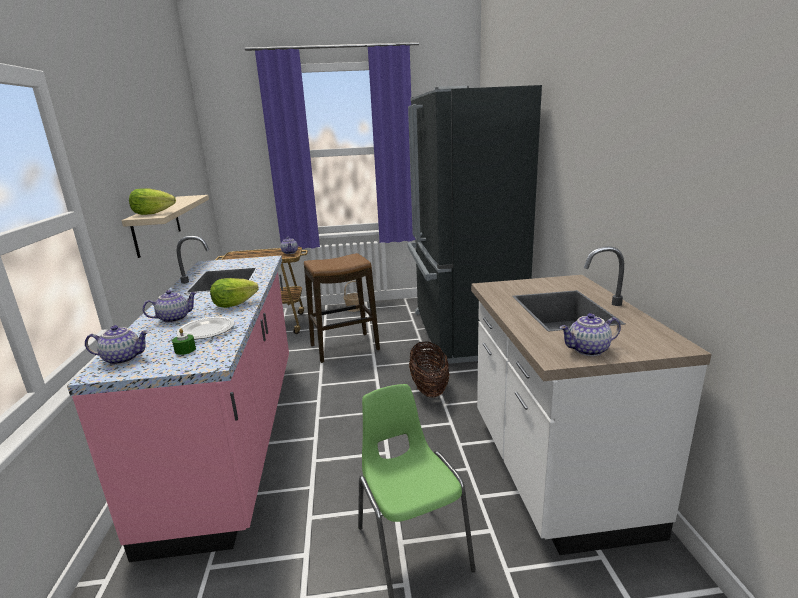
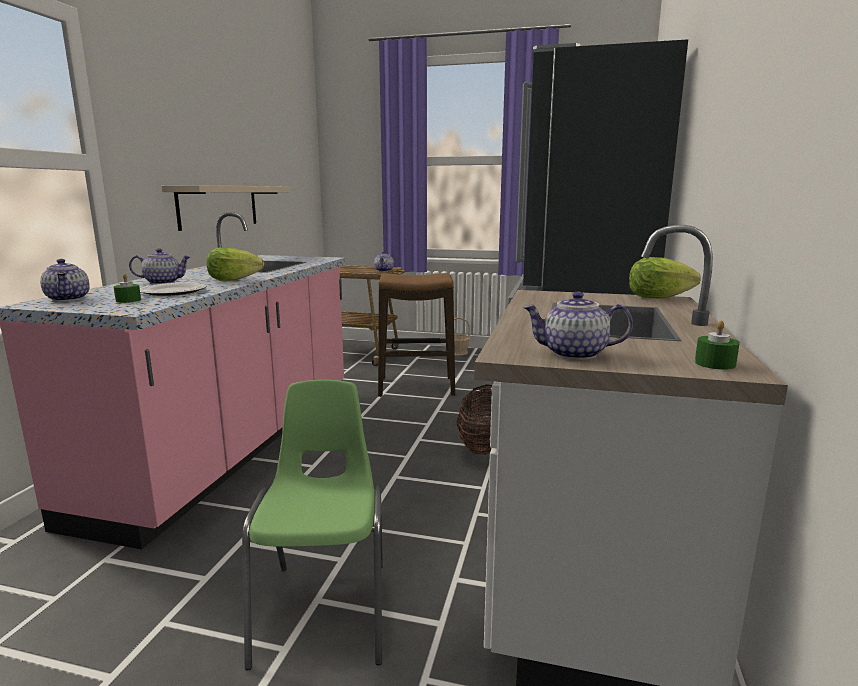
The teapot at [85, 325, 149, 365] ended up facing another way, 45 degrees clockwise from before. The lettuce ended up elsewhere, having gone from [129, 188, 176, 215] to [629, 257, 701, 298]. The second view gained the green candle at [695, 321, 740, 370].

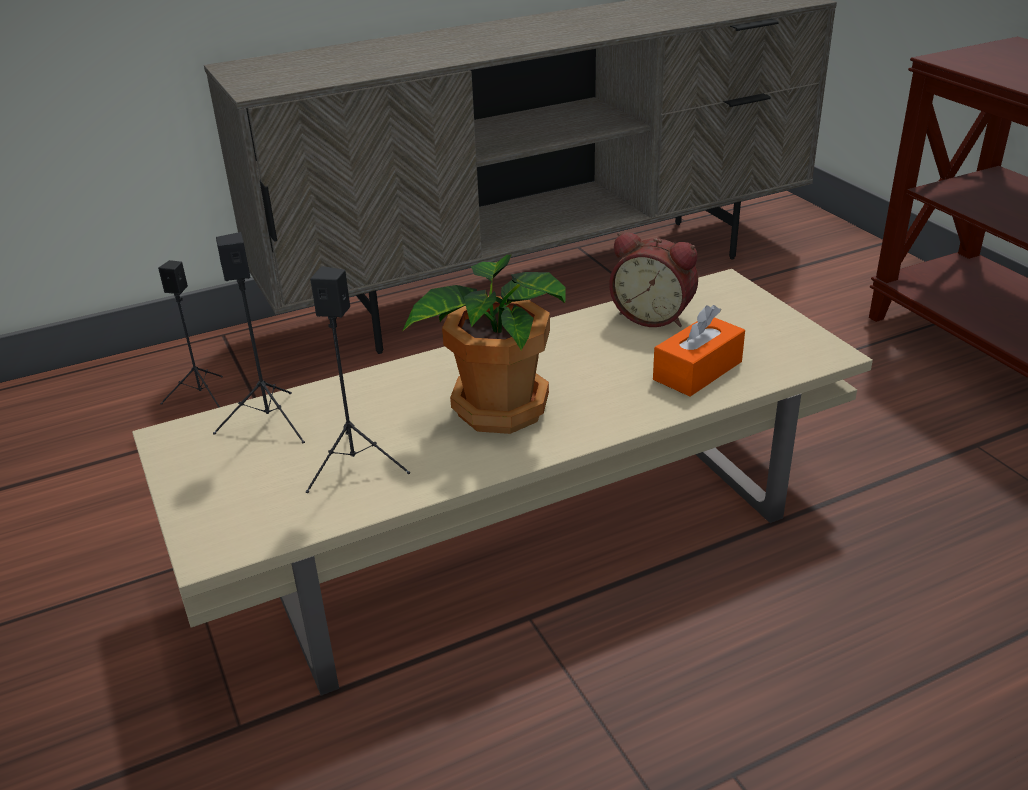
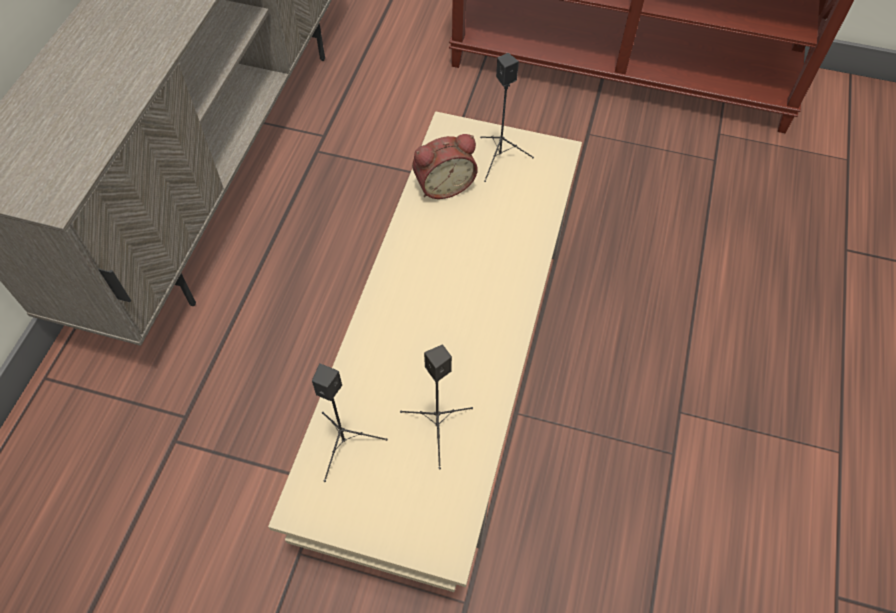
The black speaker ended up elsewhere, having gone from [158, 260, 223, 408] to [480, 53, 534, 182]. The second view lost the potted plant at [403, 254, 566, 434]. The second view lost the orange tissue box at [653, 305, 745, 396].

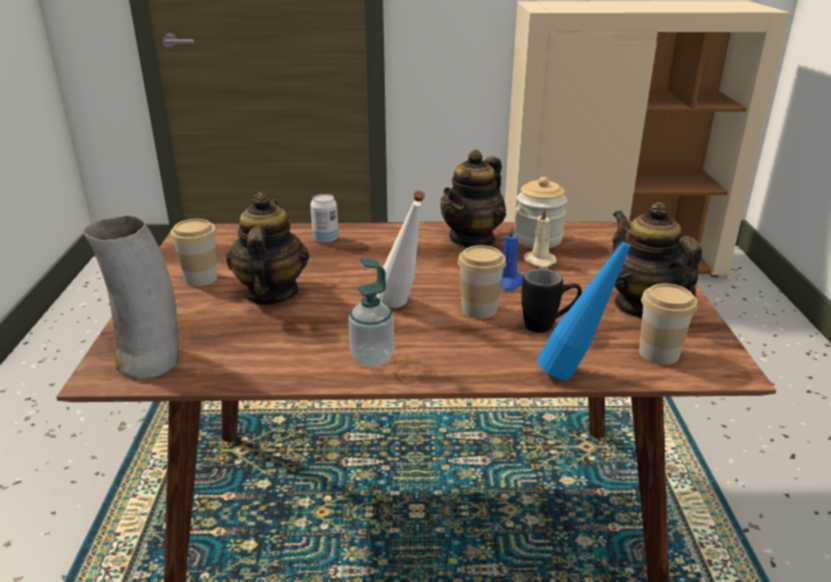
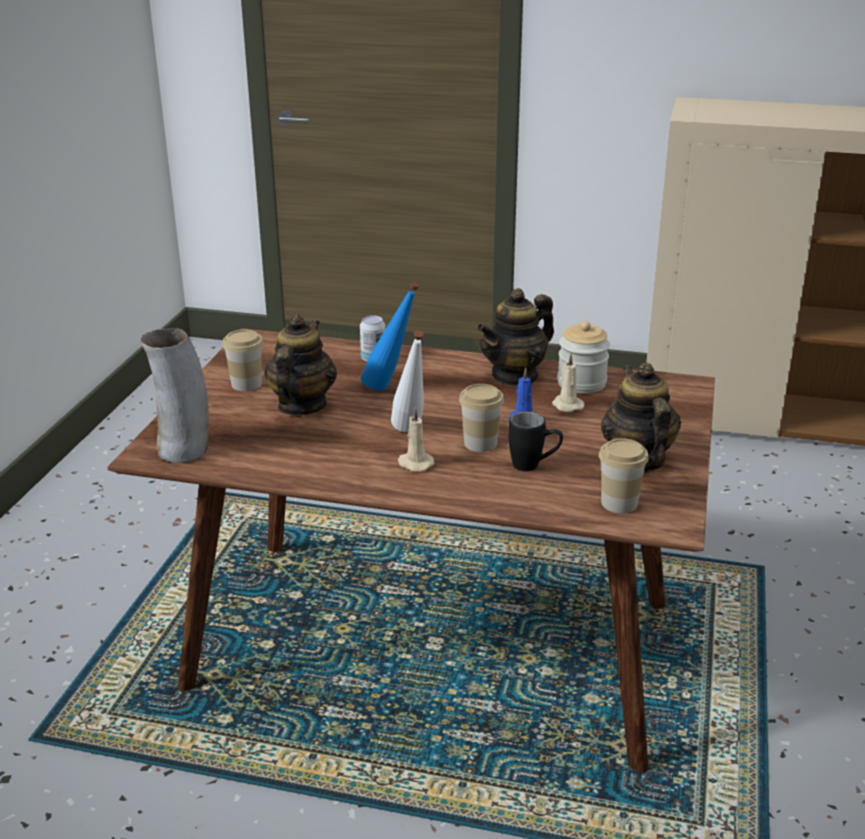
The second view lost the soap dispenser at [349, 258, 394, 367]. The blue bottle ended up elsewhere, having gone from [537, 230, 639, 380] to [361, 282, 419, 391]. The second view gained the beige candle at [398, 407, 434, 472].

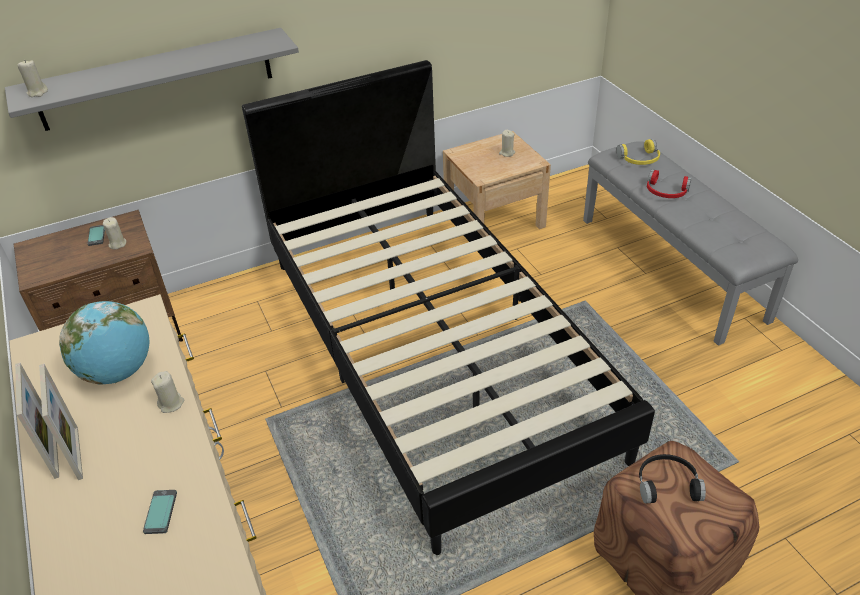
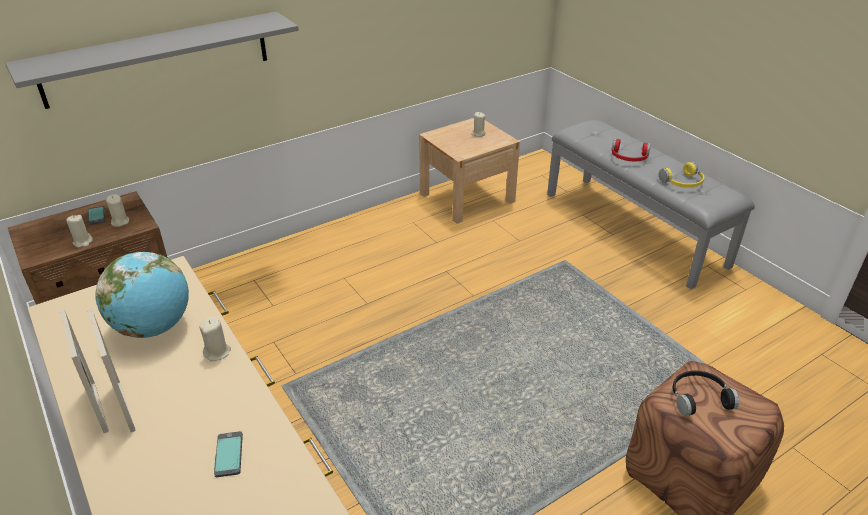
The beige candle ended up elsewhere, having gone from [17, 61, 48, 97] to [66, 215, 93, 248]. The second view lost the black bed at [242, 60, 655, 555]. The yellow headphones ended up elsewhere, having gone from [616, 139, 660, 165] to [659, 162, 704, 188].

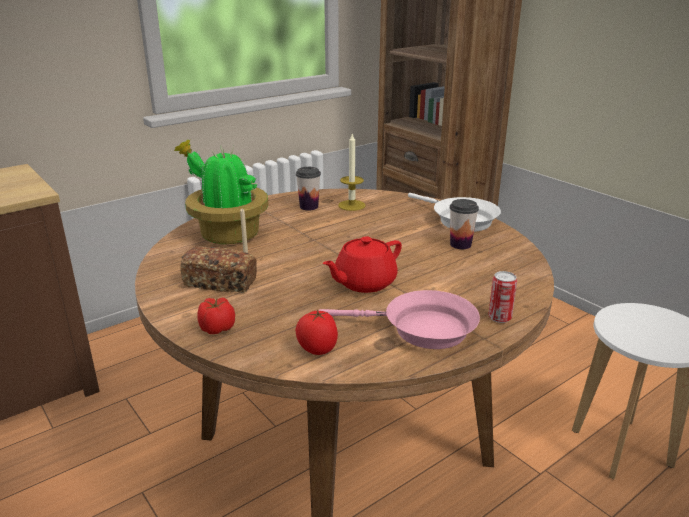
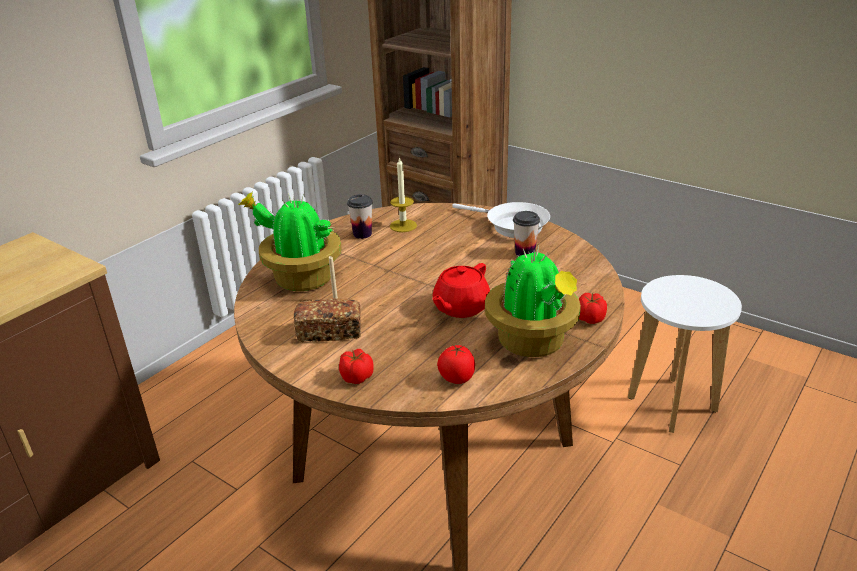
Where the pink frying pan stood at [319, 290, 480, 349], the potted plant came to stand at [485, 245, 581, 357]. Where the can stood at [488, 271, 517, 323], the tomato came to stand at [579, 293, 607, 324].

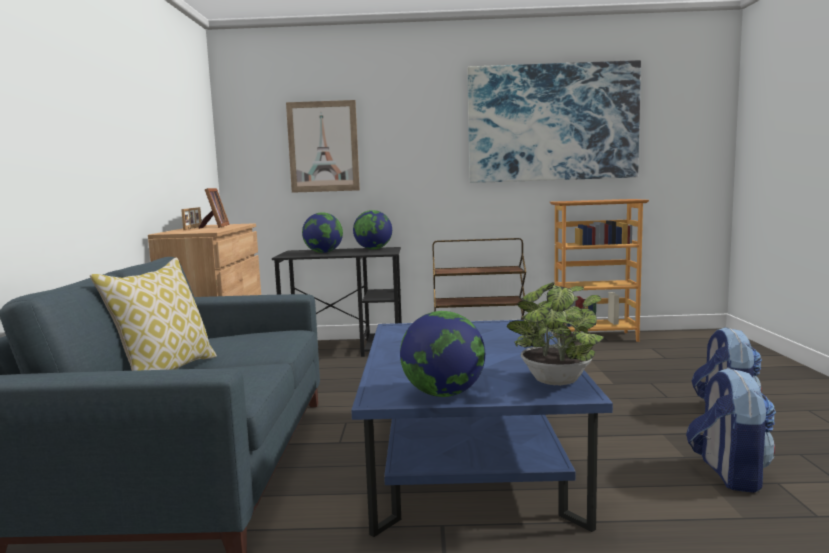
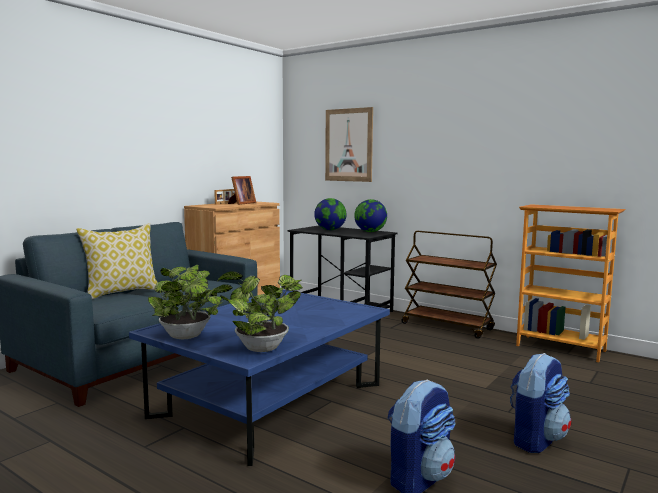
Where the globe stood at [400, 311, 485, 397], the potted plant came to stand at [148, 265, 224, 339]. The second view lost the picture at [467, 60, 641, 183].

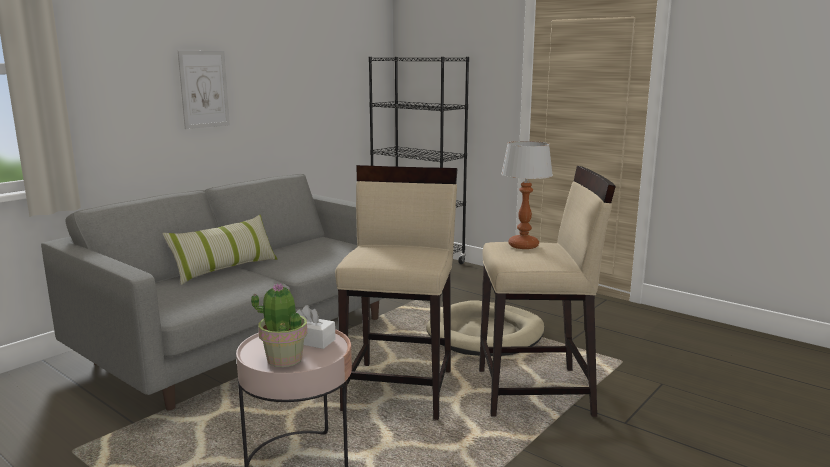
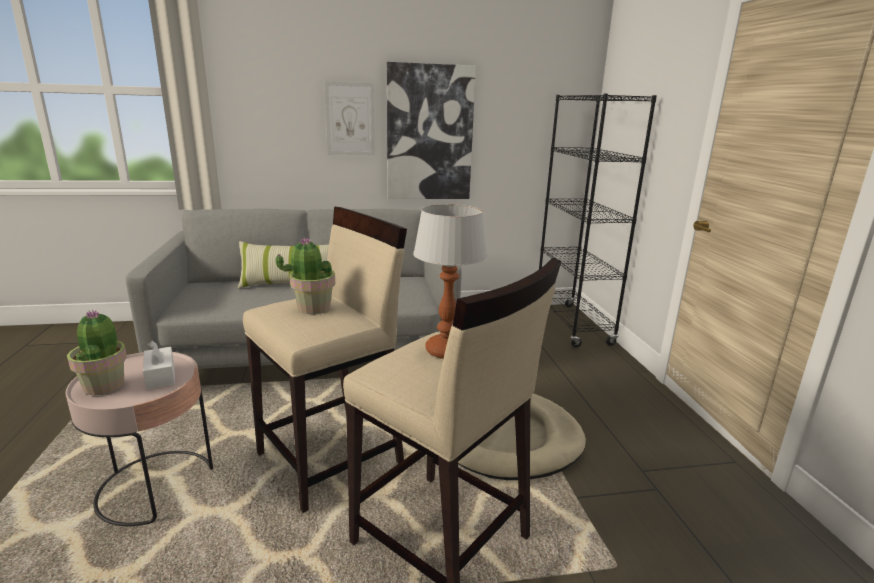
The second view gained the potted plant at [276, 238, 335, 314]. The second view gained the picture at [387, 62, 476, 199].

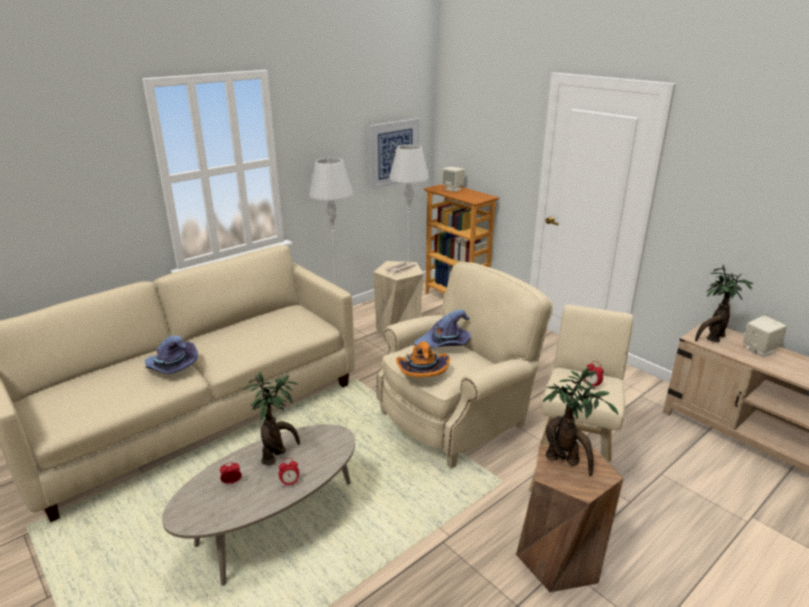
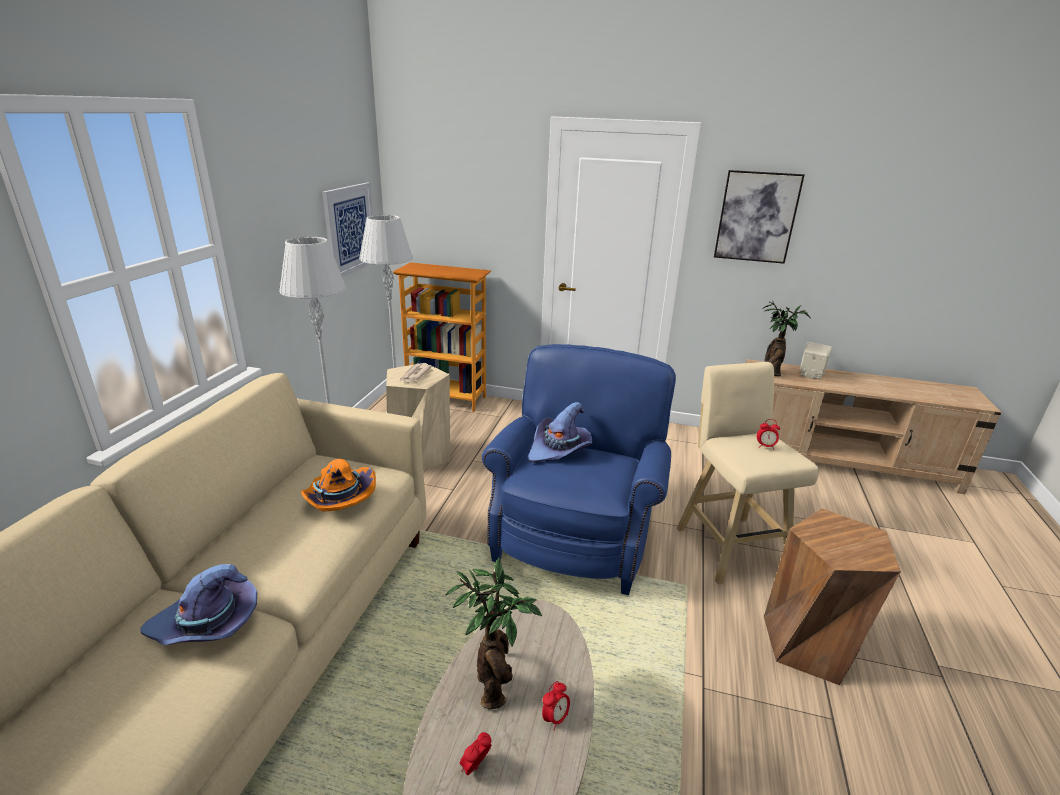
What was the beige armchair at [377, 262, 553, 469] turned into the blue armchair at [482, 344, 676, 595]. The orange hat ended up elsewhere, having gone from [396, 341, 450, 377] to [301, 459, 376, 511]. The second view lost the beige speaker at [441, 167, 465, 192]. The second view lost the potted plant at [543, 368, 618, 476]. The second view gained the picture at [714, 170, 805, 264].

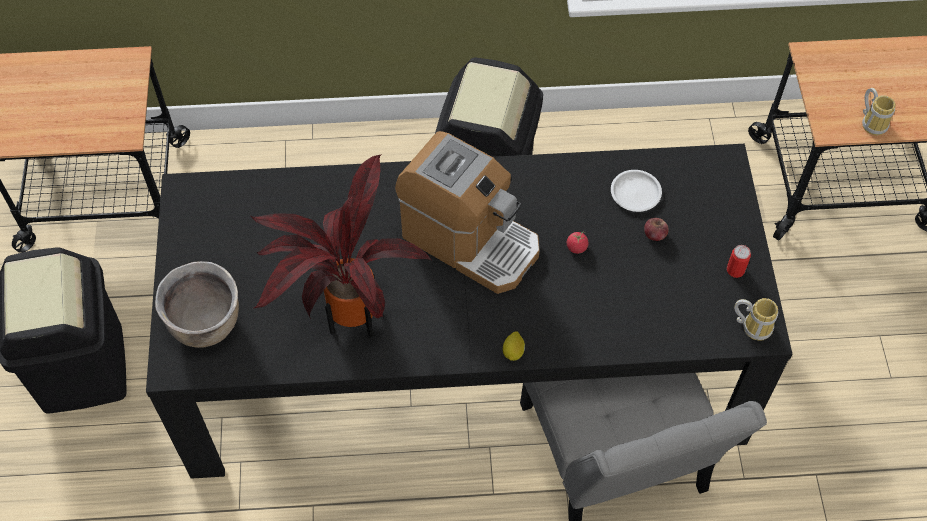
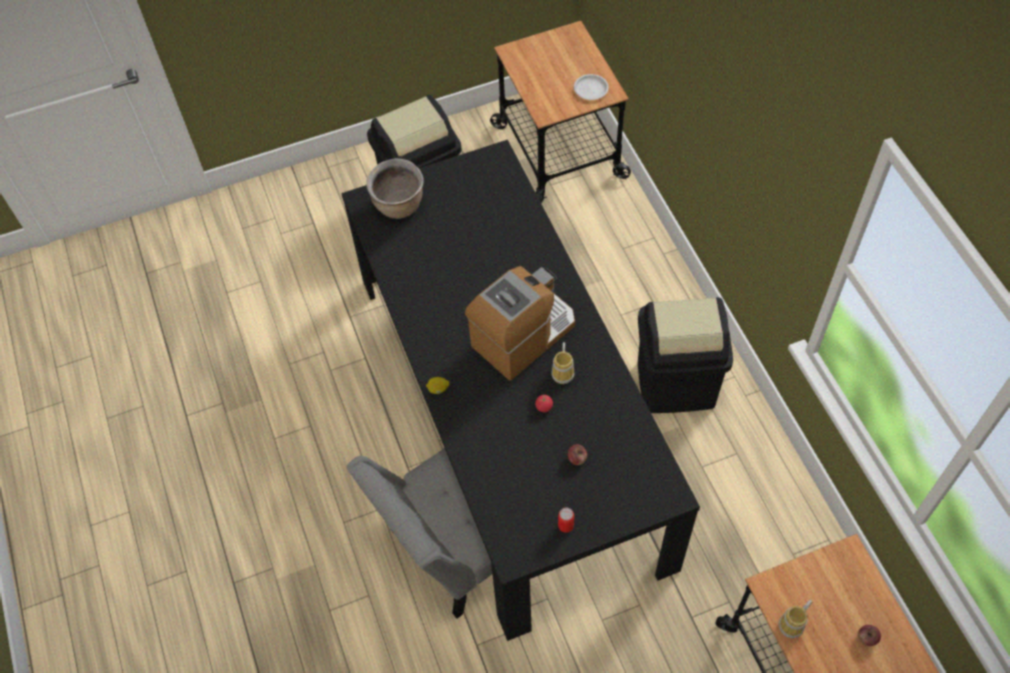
The second view lost the potted plant at [251, 154, 432, 338]. The coffee machine at [395, 131, 540, 294] ended up facing another way, 150 degrees counterclockwise from before. The white plate ended up elsewhere, having gone from [611, 170, 662, 212] to [574, 74, 609, 100]. The mug ended up elsewhere, having gone from [734, 298, 778, 341] to [551, 342, 574, 384]. The second view gained the apple at [858, 625, 881, 646].

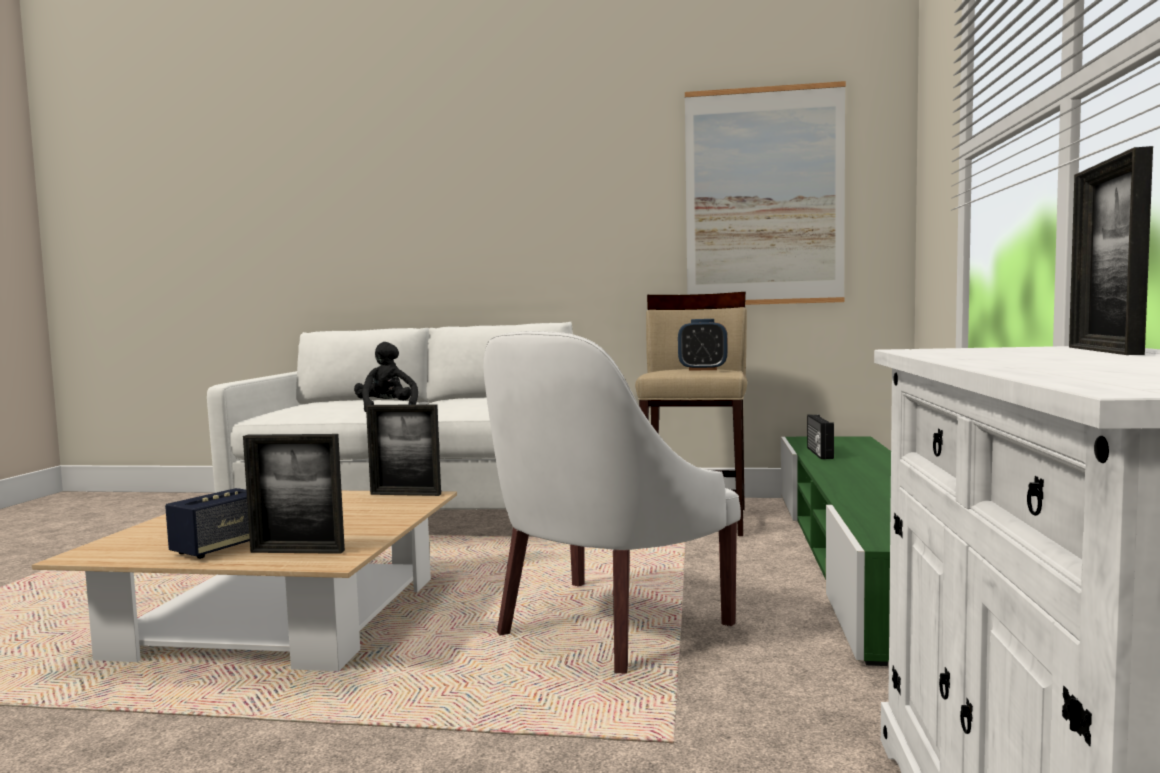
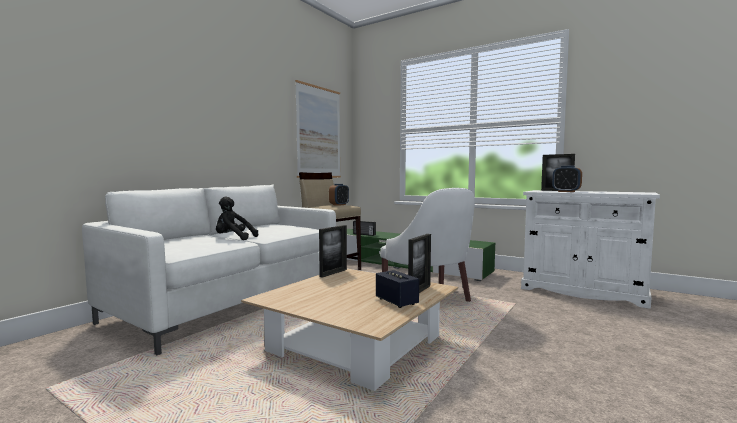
The second view gained the alarm clock at [552, 166, 582, 192].

